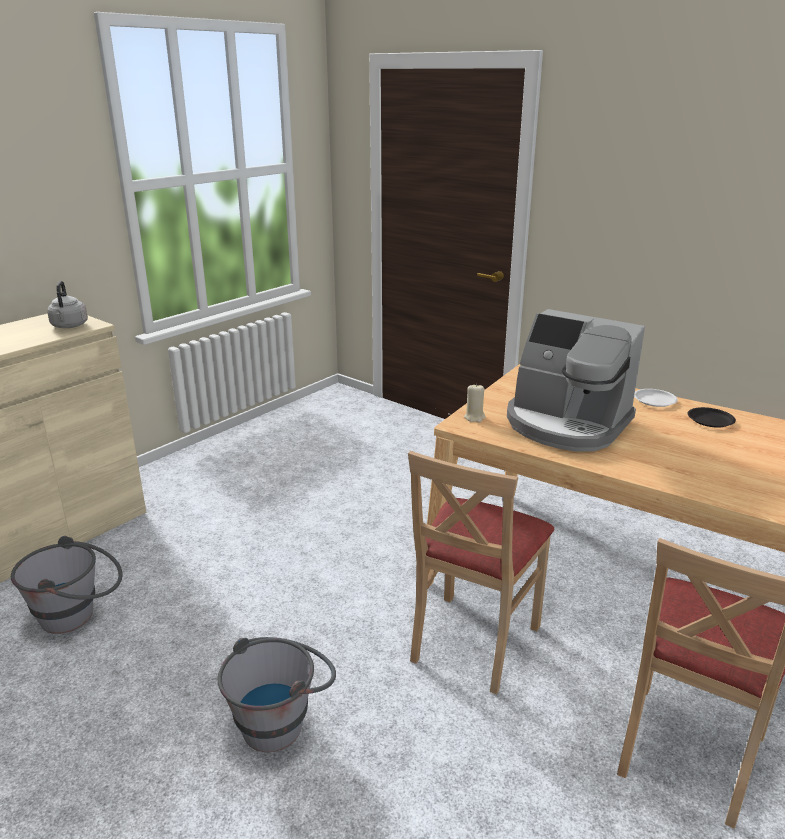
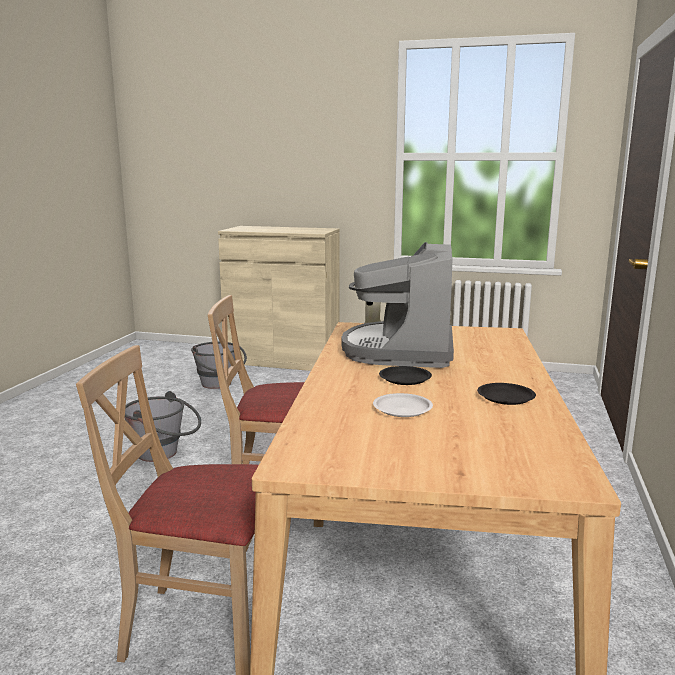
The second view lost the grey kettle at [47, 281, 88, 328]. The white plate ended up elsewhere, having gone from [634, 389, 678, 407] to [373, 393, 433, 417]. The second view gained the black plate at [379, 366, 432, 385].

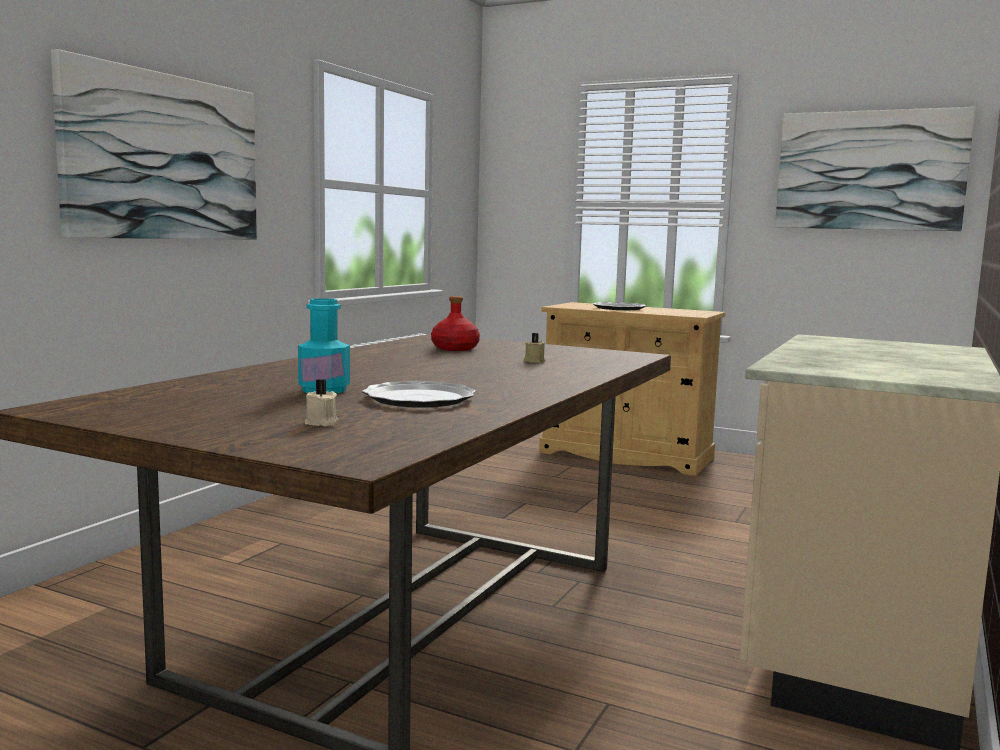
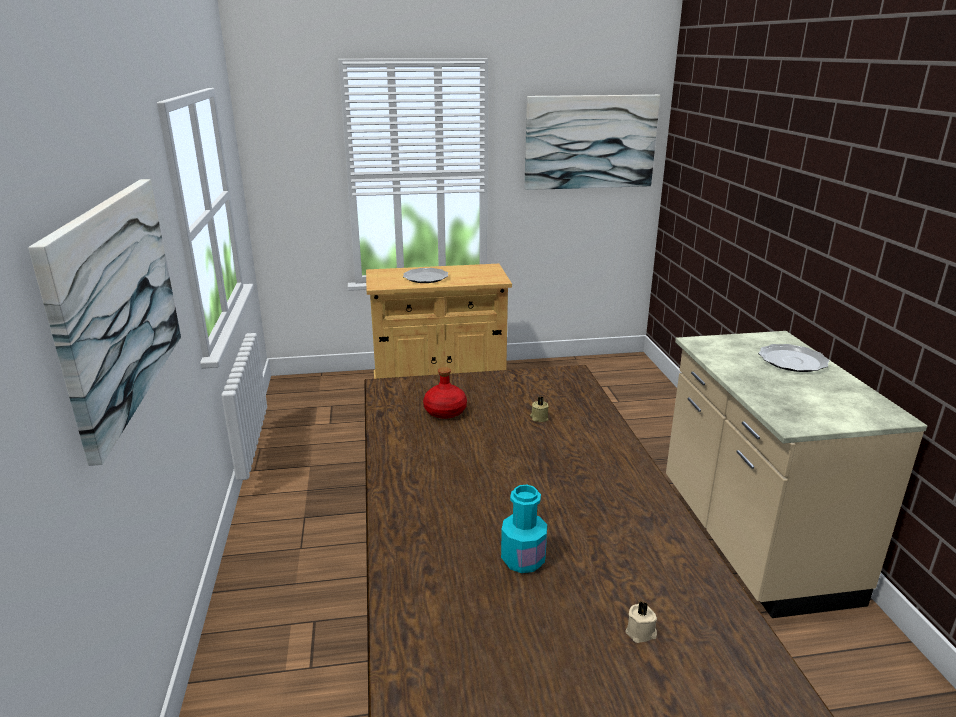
The plate ended up elsewhere, having gone from [362, 381, 476, 408] to [758, 344, 829, 372].

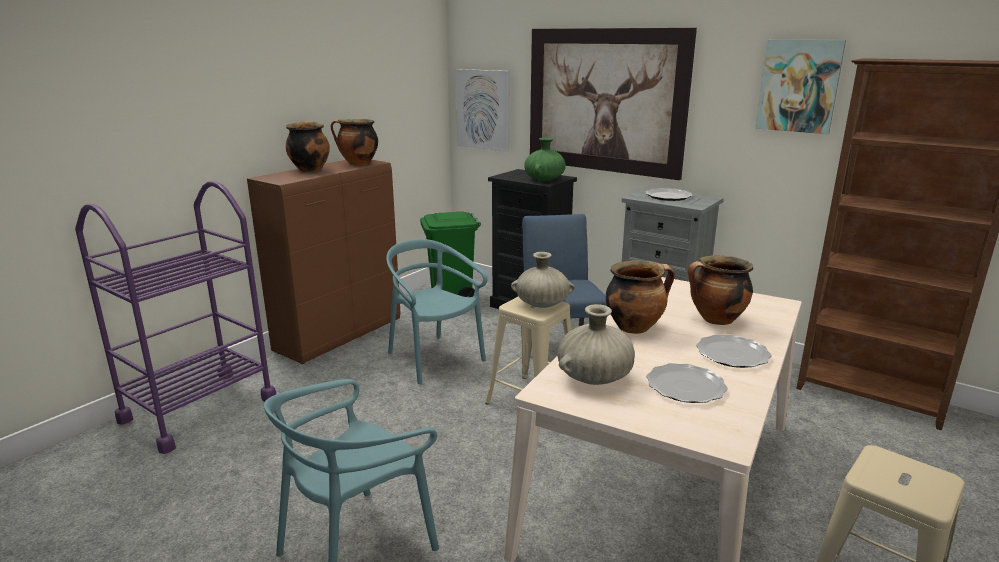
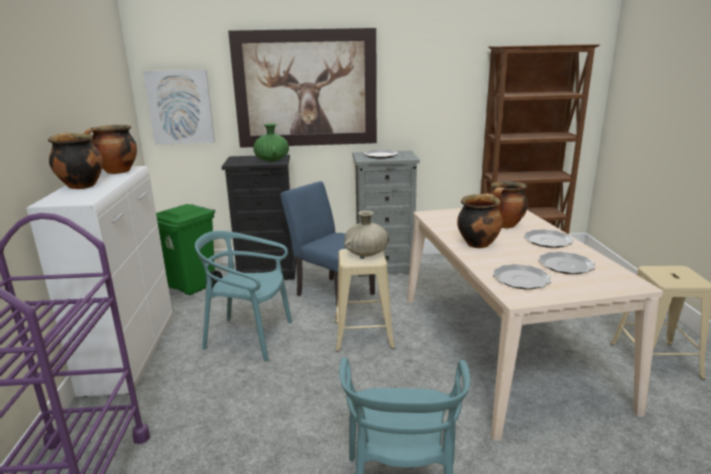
What was the brown cabinet at [247, 160, 400, 364] turned into the white cabinet at [26, 166, 172, 397]. Where the beige vase stood at [557, 304, 635, 385], the plate came to stand at [493, 264, 551, 289]. The second view lost the picture at [755, 40, 846, 134].

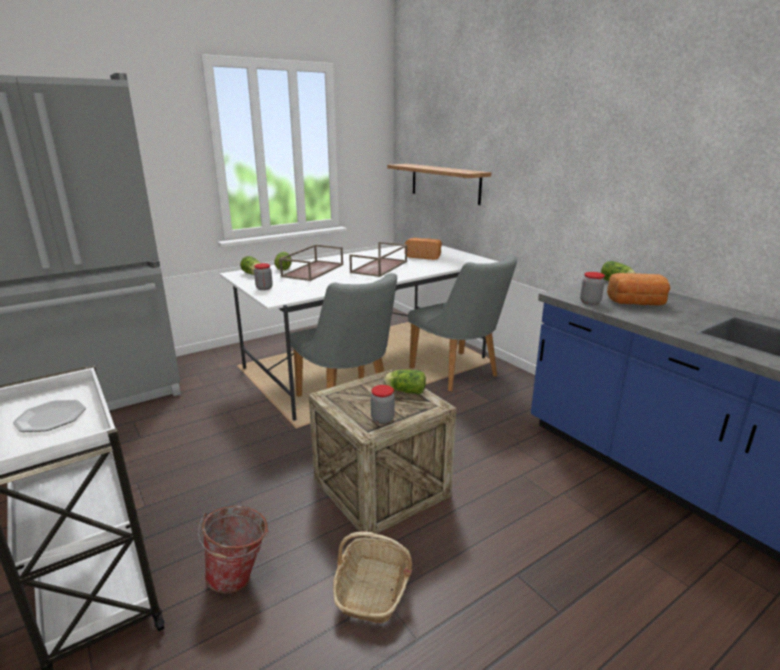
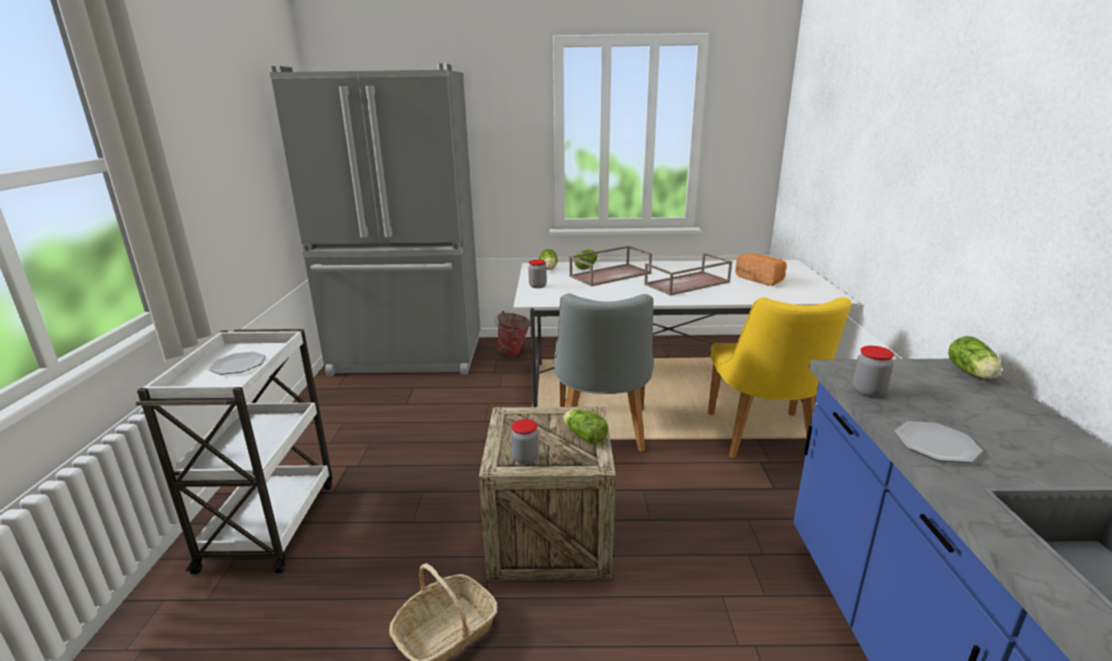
The bucket ended up elsewhere, having gone from [198, 506, 269, 593] to [495, 311, 530, 355]. The second view lost the shelf at [387, 164, 491, 205]. What was the grey chair at [408, 255, 517, 391] turned into the yellow chair at [708, 297, 852, 458]. The second view lost the bread at [607, 273, 670, 305]. The second view gained the plate at [895, 421, 982, 463].

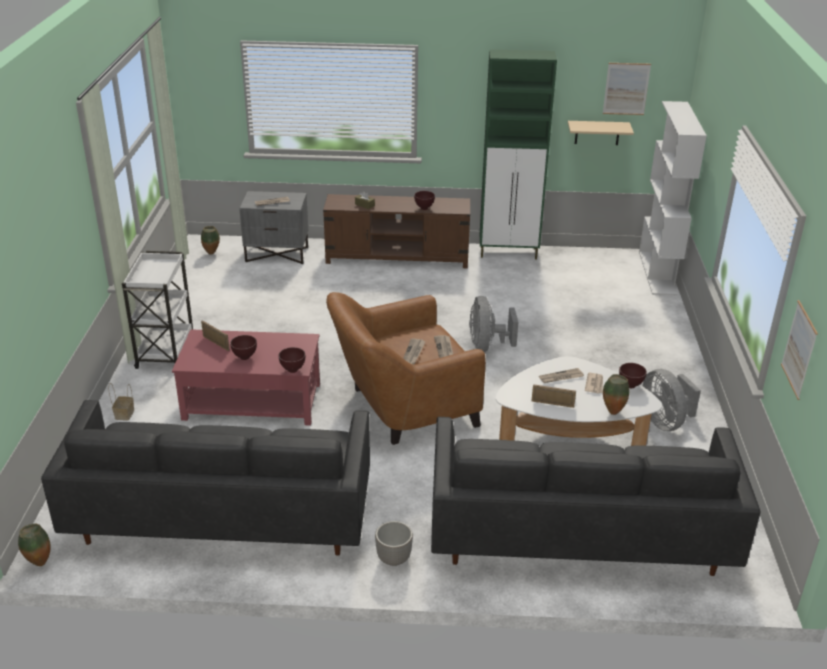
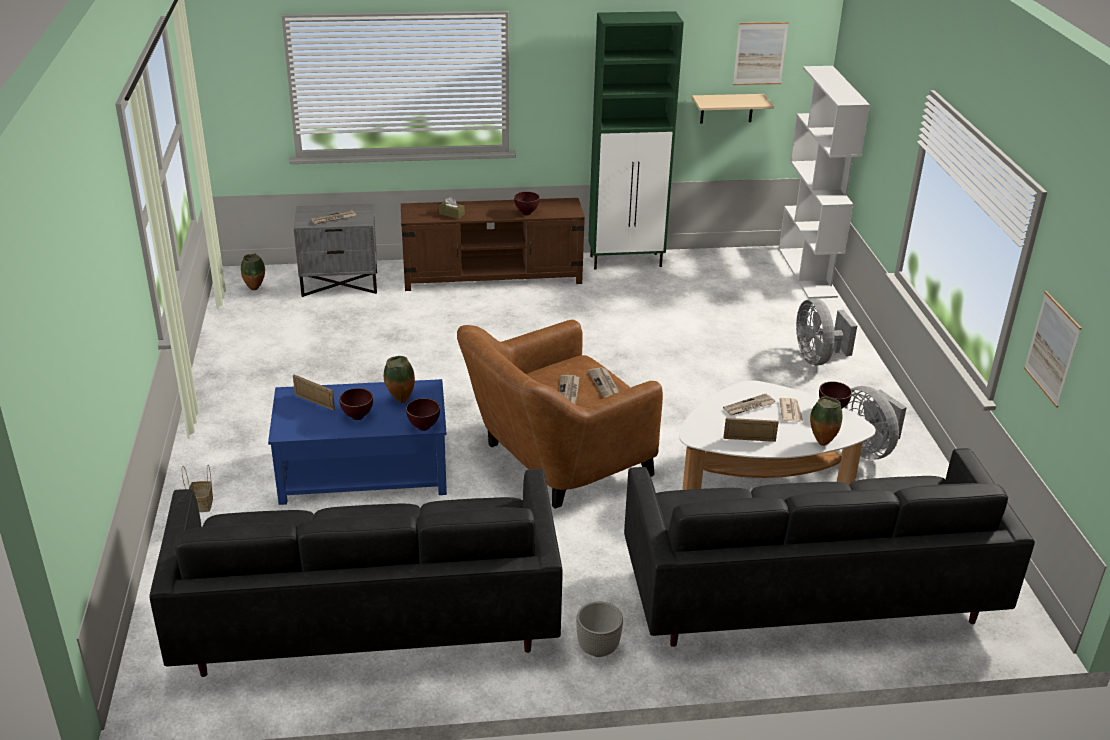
The vase ended up elsewhere, having gone from [18, 524, 51, 566] to [384, 356, 415, 403]. The second view lost the white cart at [122, 251, 193, 369]. What was the red coffee table at [172, 329, 320, 426] turned into the blue coffee table at [268, 379, 447, 505]. The grey fan ended up elsewhere, having gone from [469, 296, 518, 352] to [796, 298, 857, 365].

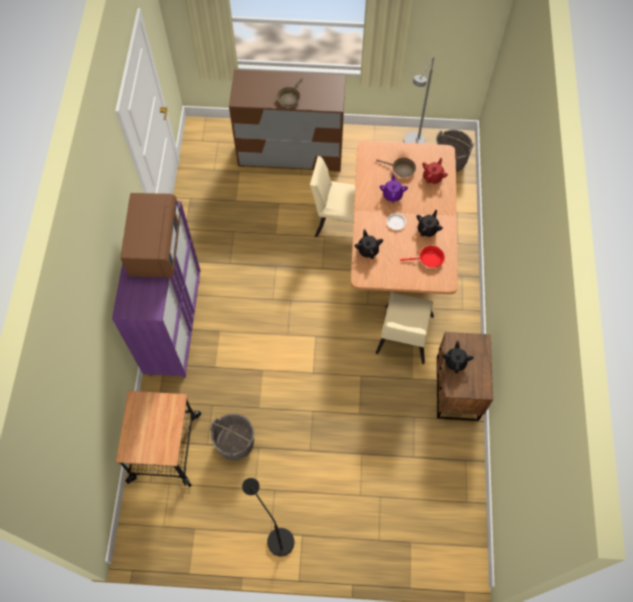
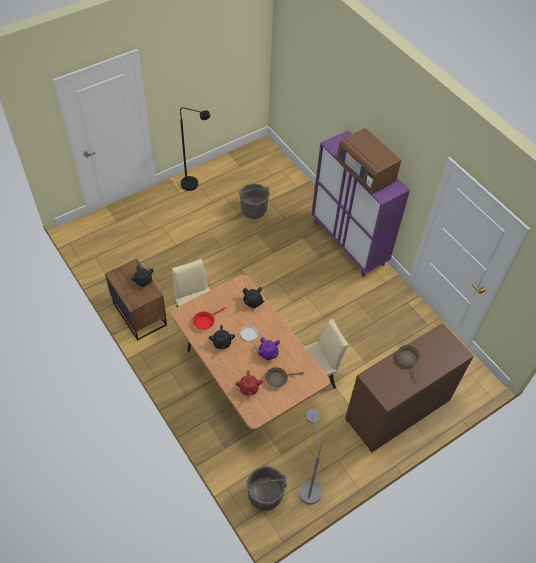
The second view lost the cart at [116, 391, 201, 487].

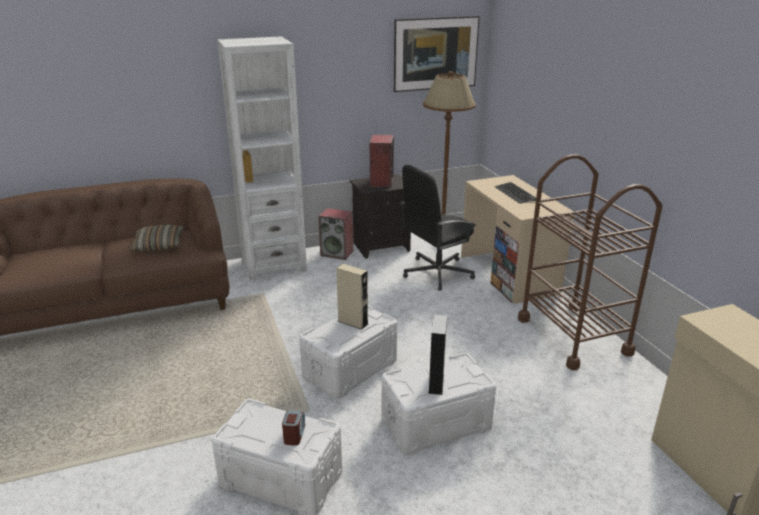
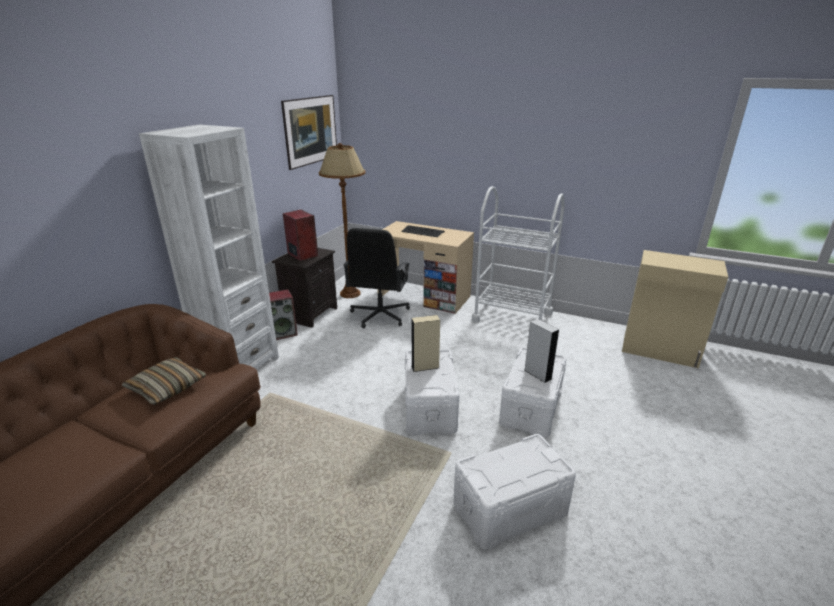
The second view lost the alarm clock at [282, 411, 305, 446]. What was the brown cart at [518, 154, 662, 370] turned into the white cart at [472, 186, 565, 323].

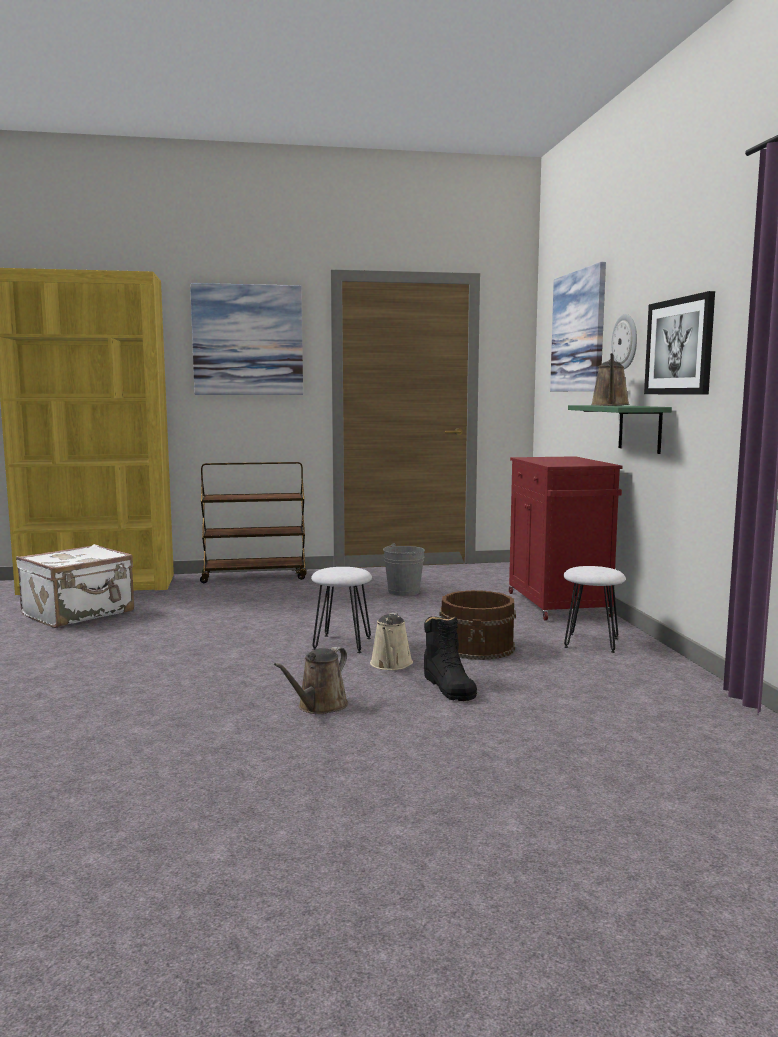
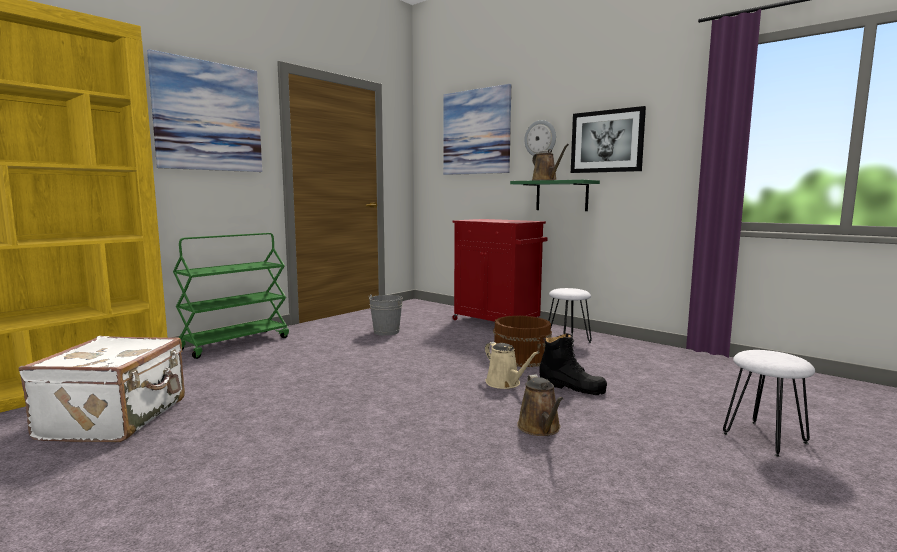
What was the brown cart at [200, 462, 307, 583] turned into the green cart at [173, 233, 289, 359]. The white stool ended up elsewhere, having gone from [311, 567, 372, 653] to [723, 350, 815, 457].

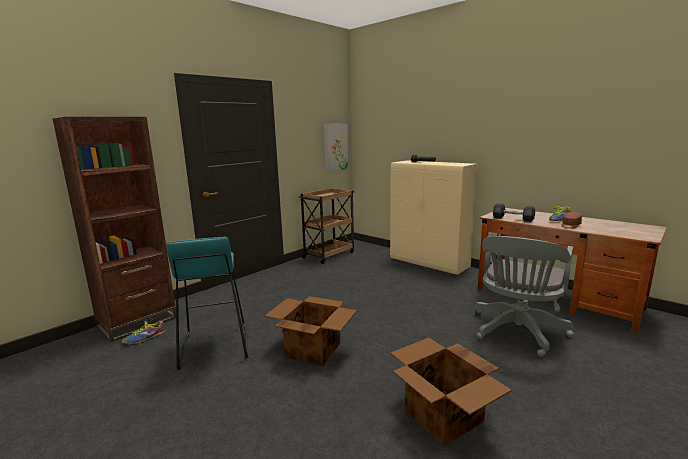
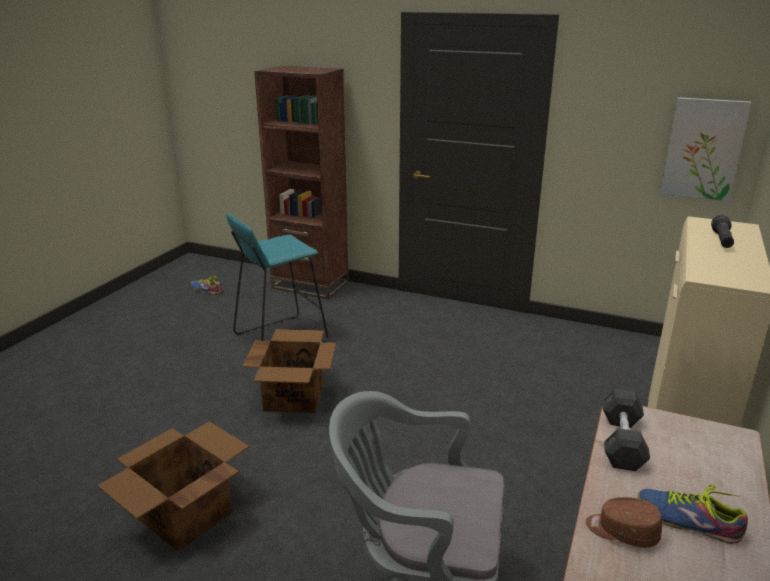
The shoe ended up elsewhere, having gone from [122, 319, 165, 344] to [191, 276, 222, 294]. The second view lost the brown cart at [299, 188, 354, 264].

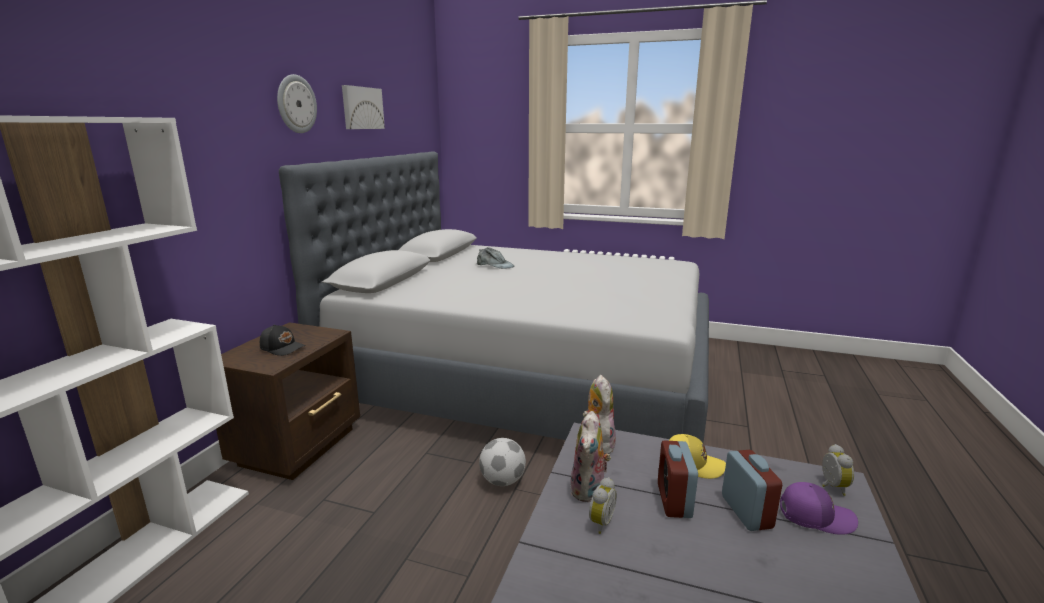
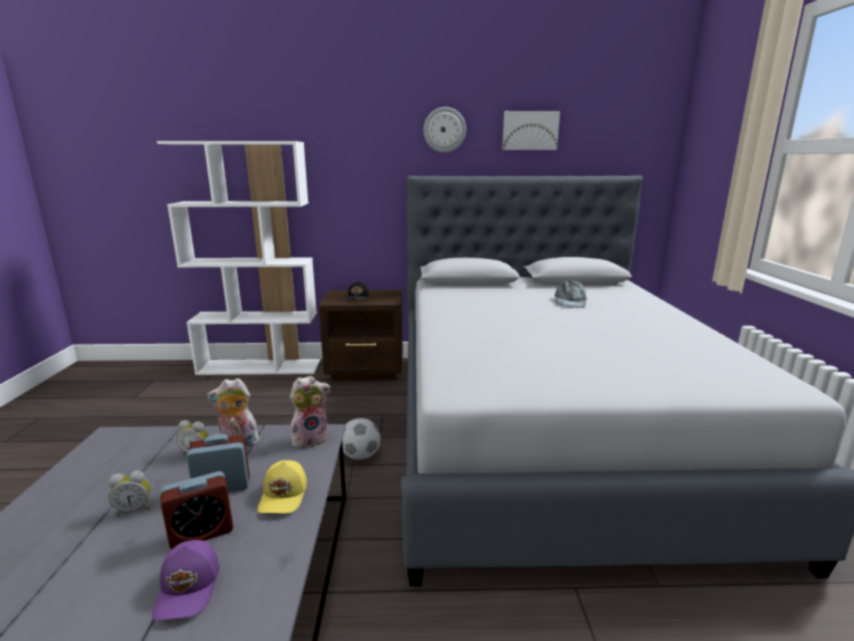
The alarm clock ended up elsewhere, having gone from [822, 444, 854, 496] to [108, 470, 150, 516].

